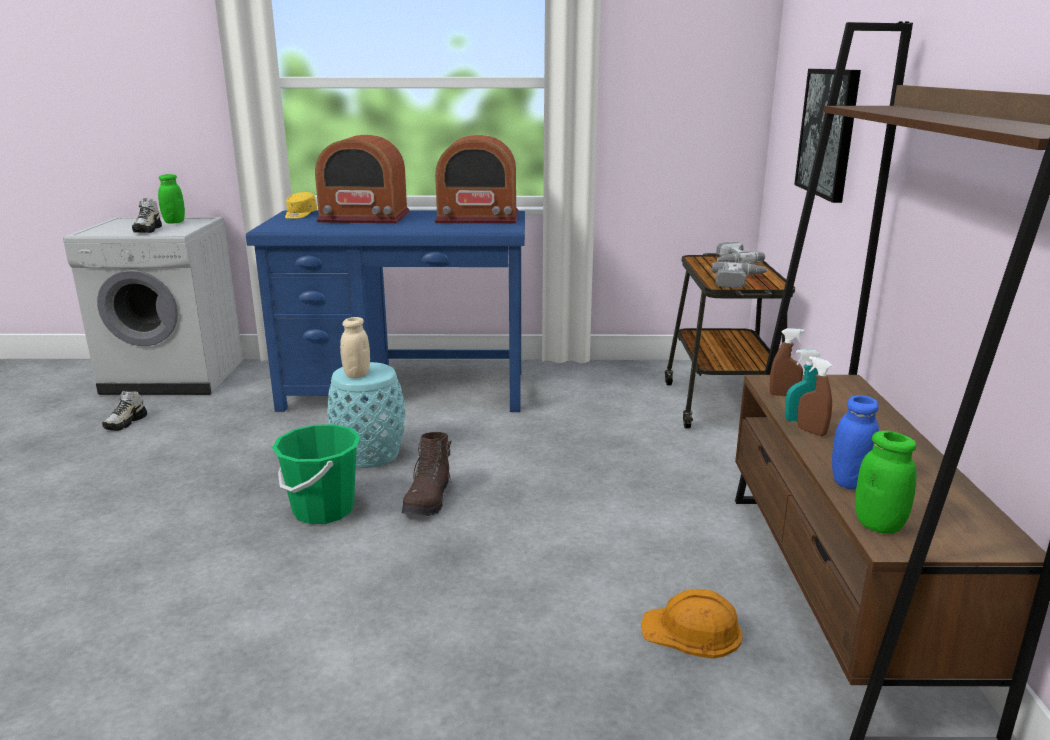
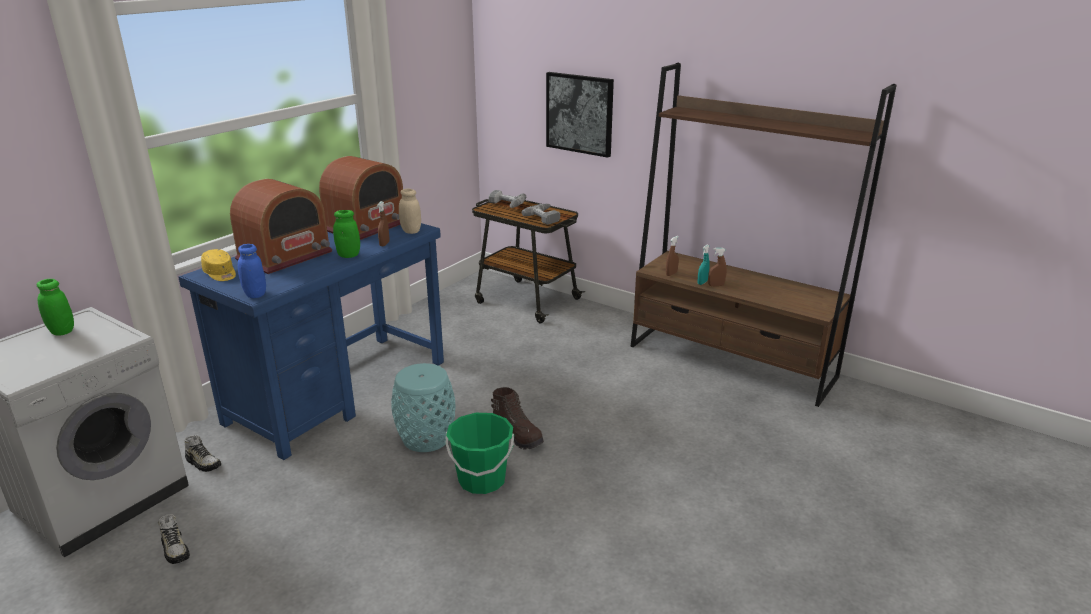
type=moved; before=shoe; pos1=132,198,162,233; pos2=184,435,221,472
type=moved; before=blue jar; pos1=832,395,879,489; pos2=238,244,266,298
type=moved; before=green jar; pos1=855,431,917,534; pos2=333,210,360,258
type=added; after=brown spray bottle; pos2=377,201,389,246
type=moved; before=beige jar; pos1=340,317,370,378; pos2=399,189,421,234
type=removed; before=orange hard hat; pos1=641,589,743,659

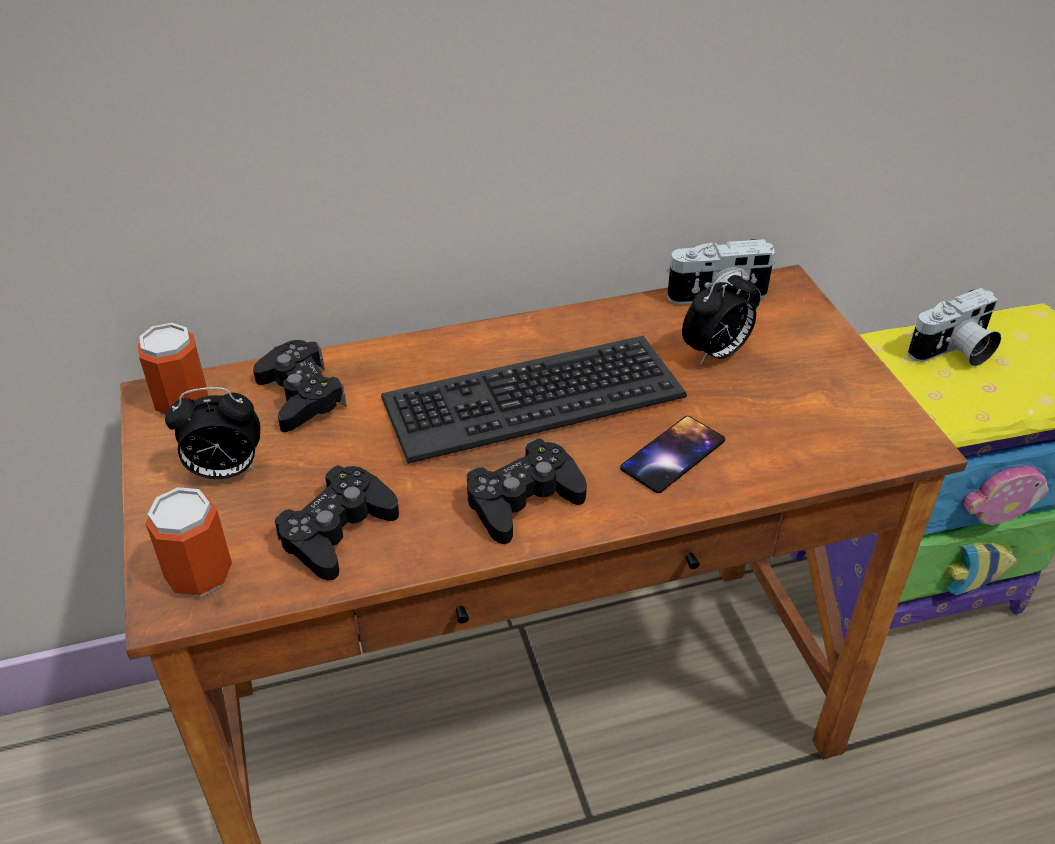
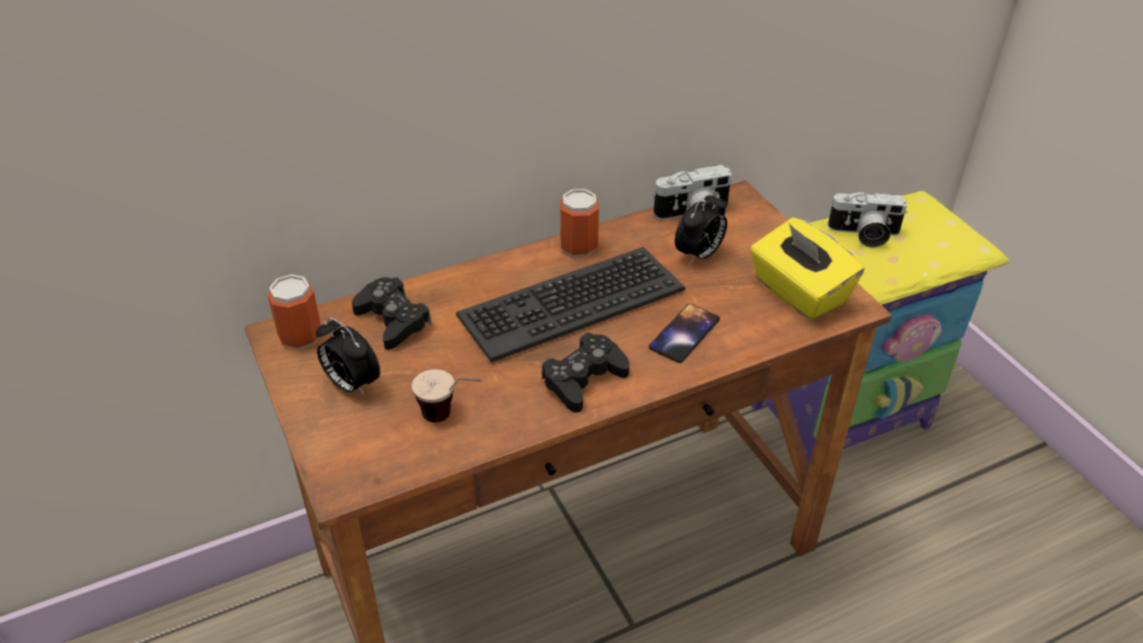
type=turned; before=alarm clock; pos1=165,387,260,479; pos2=316,317,380,397; turn=60
type=replaced; before=black game controller; after=cup; pos1=275,465,399,580; pos2=412,369,482,422
type=moved; before=can; pos1=145,487,232,597; pos2=560,189,599,257
type=added; after=yellow tissue box; pos2=750,217,864,320
type=turned; before=photo camera; pos1=908,288,1001,366; pos2=828,192,908,248; turn=45

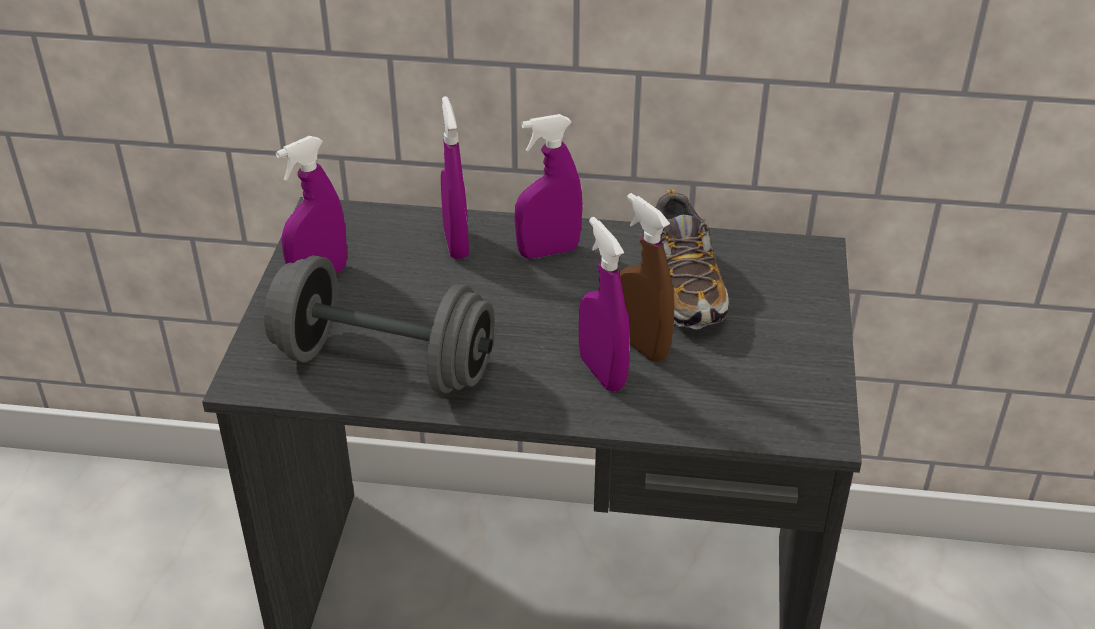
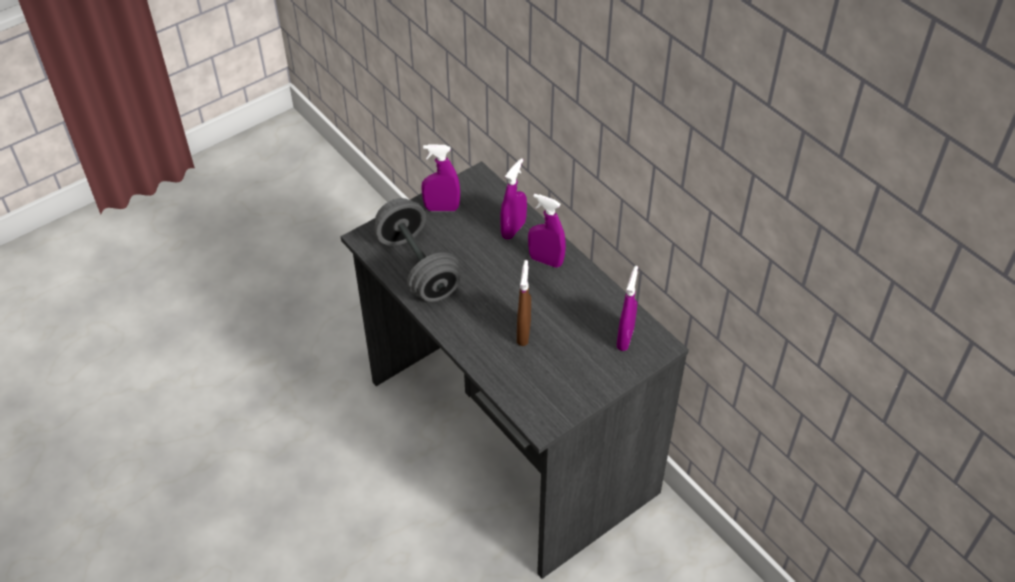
type=moved; before=purple spray bottle; pos1=579,217,630,392; pos2=617,266,638,351
type=removed; before=shoe; pos1=656,189,729,329

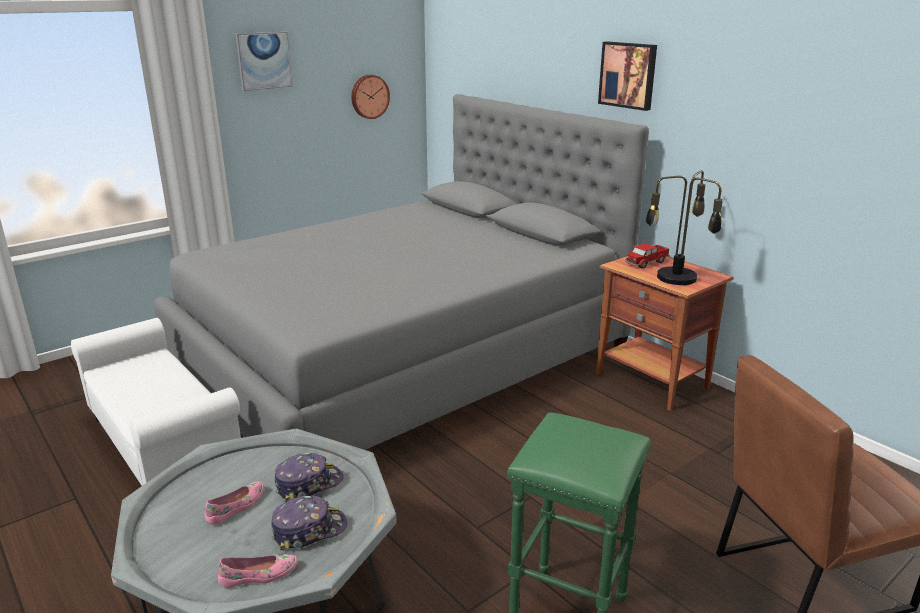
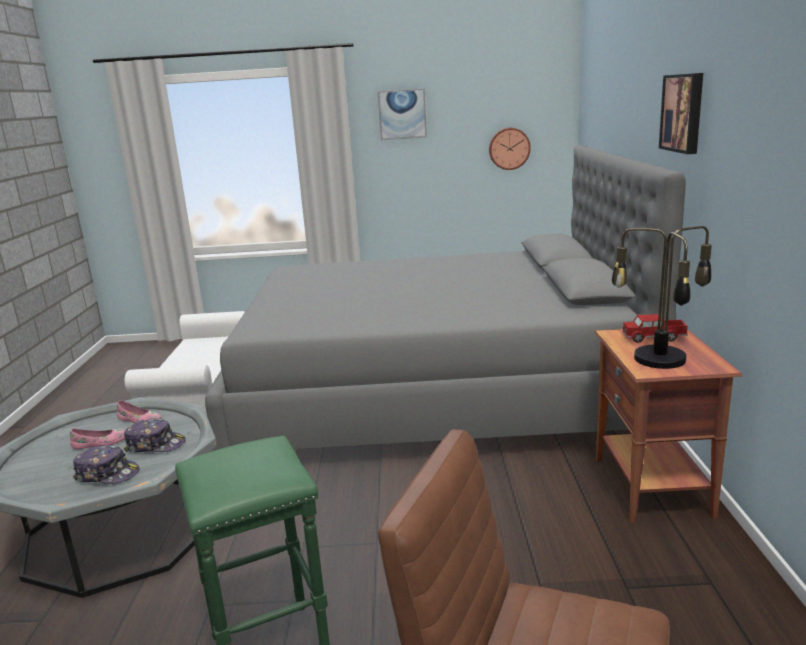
type=moved; before=pink shoe; pos1=218,554,298,588; pos2=117,400,162,423

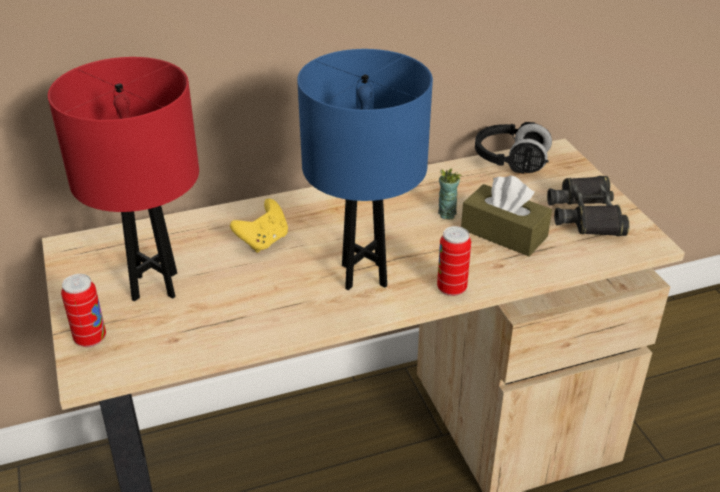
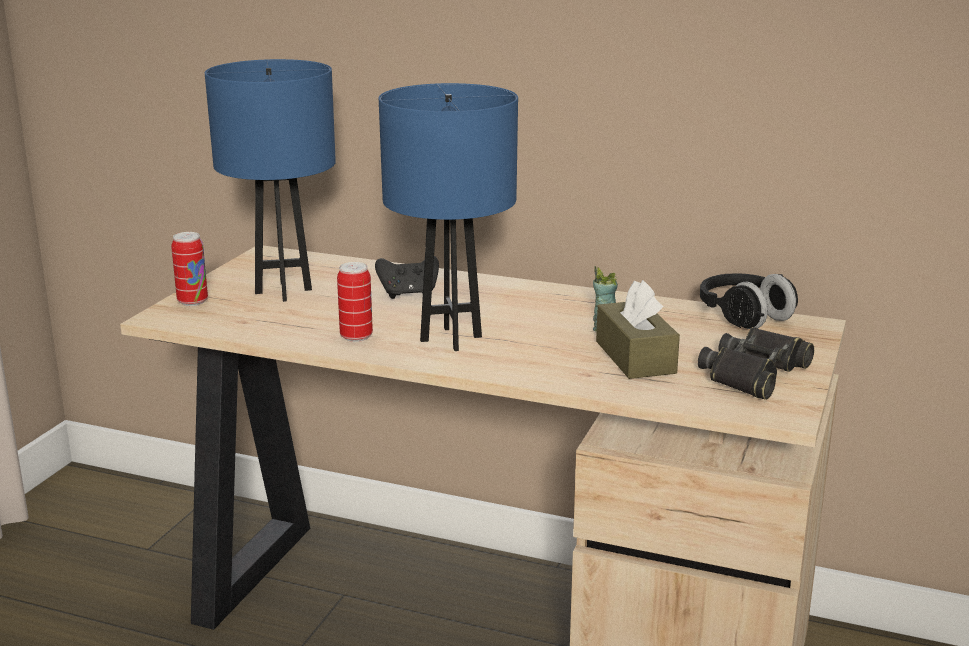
type=recoloured; before=red table lamp; after=blue table lamp; pos1=48,57,199,301; pos2=205,59,336,302
type=moved; before=can; pos1=437,226,471,296; pos2=337,262,373,342
type=recoloured; before=yellow game controller; after=black game controller; pos1=230,199,288,253; pos2=375,256,439,299

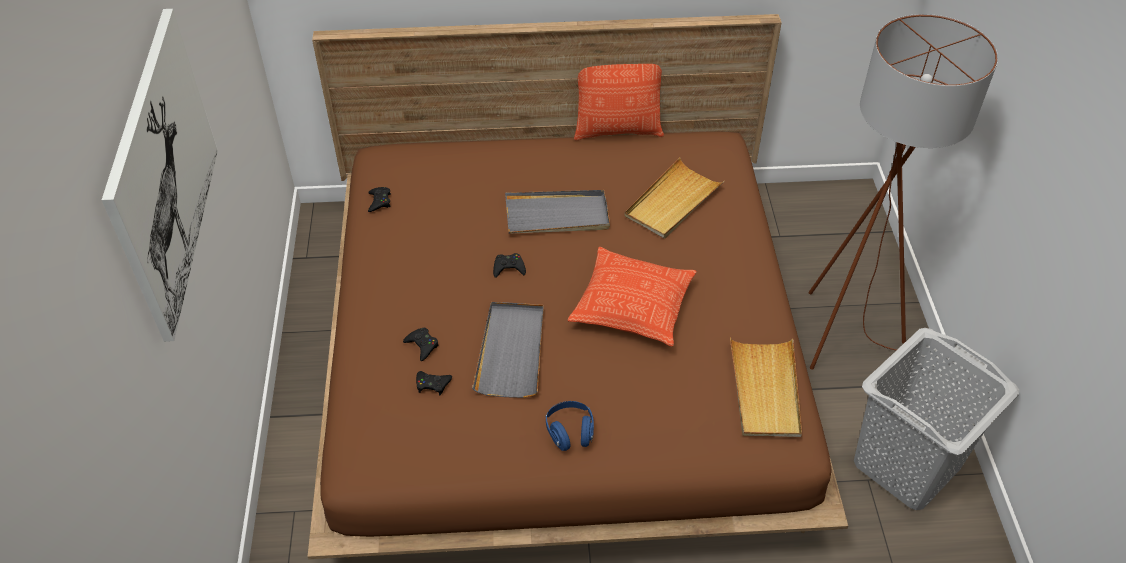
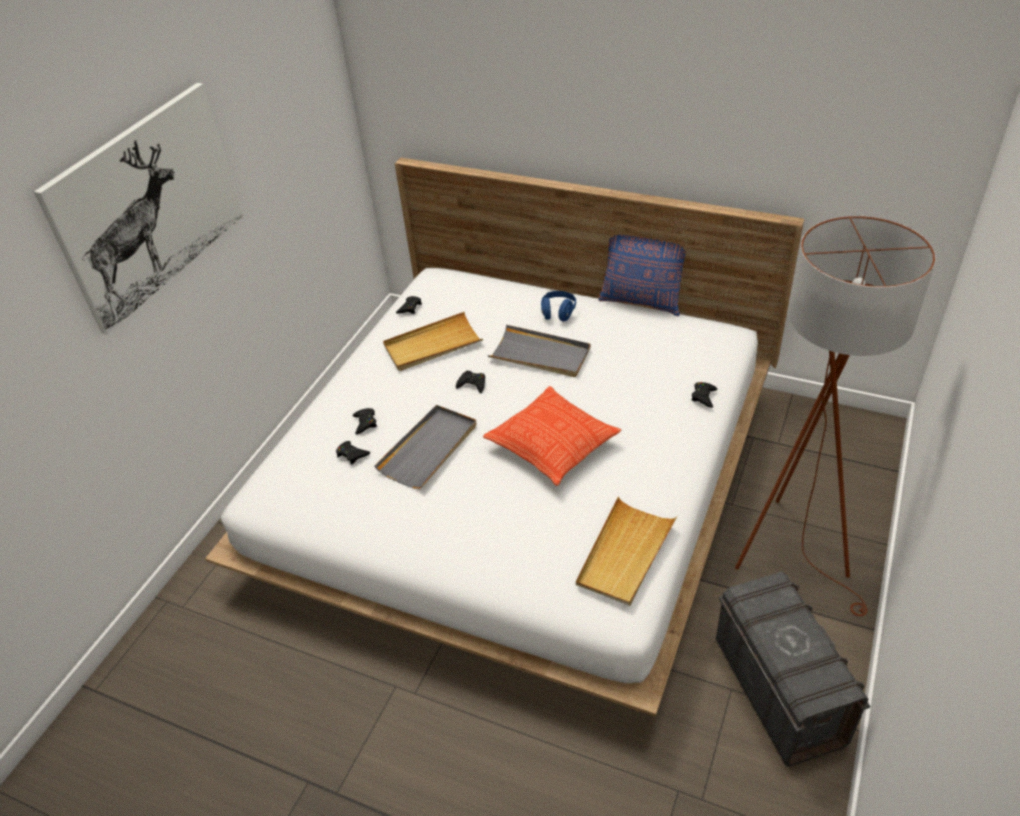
type=recoloured; before=brown bed; after=white bed; pos1=308,14,848,559; pos2=205,158,804,717
type=moved; before=beige tray; pos1=624,157,725,239; pos2=383,312,483,371
type=moved; before=blue headphones; pos1=546,401,594,451; pos2=541,291,576,321
type=recoloured; before=orange pillow; after=blue pillow; pos1=574,64,664,140; pos2=599,235,685,316
type=added; after=black game controller; pos2=691,382,718,408
type=replaced; before=grey laundry basket; after=grey storage box; pos1=854,328,1019,510; pos2=716,572,870,767

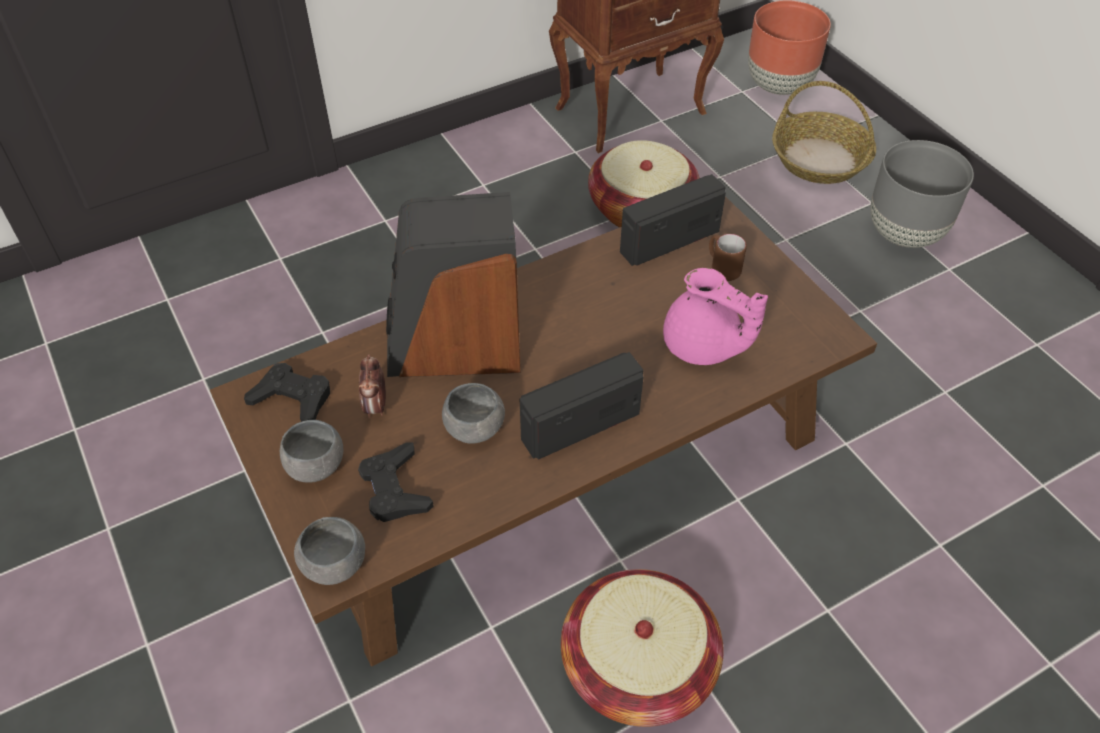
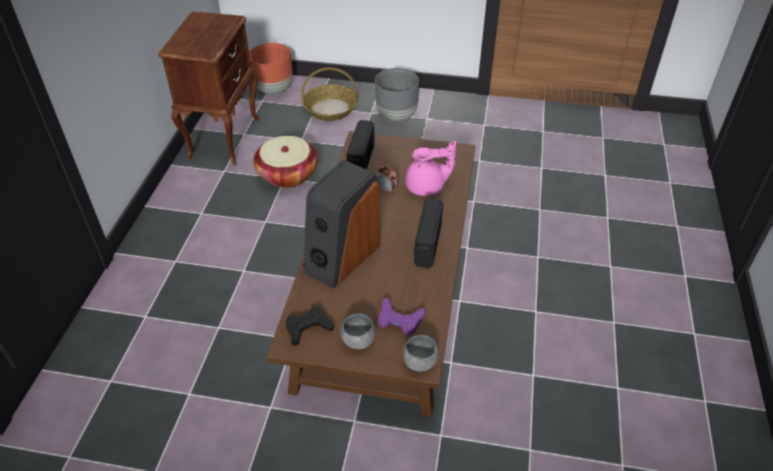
type=moved; before=alarm clock; pos1=359,354,386,418; pos2=376,164,398,194
type=recoloured; before=black game controller; after=purple game controller; pos1=358,442,434,522; pos2=378,297,426,335
type=removed; before=grey bowl; pos1=442,383,505,444
type=removed; before=basket; pos1=561,569,724,727
type=removed; before=brown mug; pos1=709,234,747,281

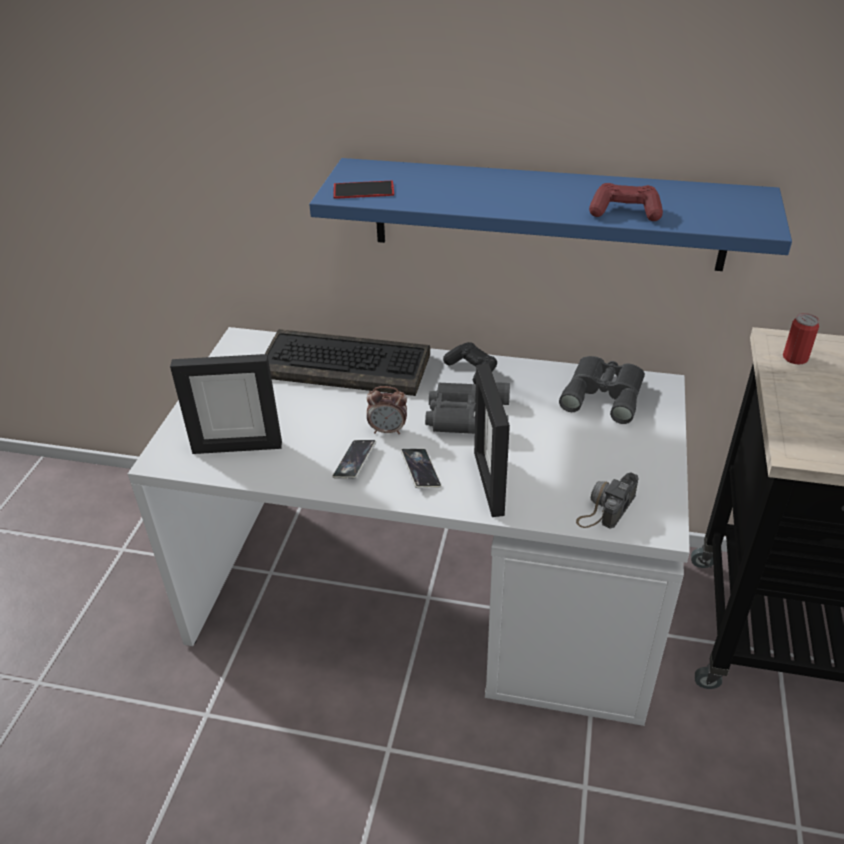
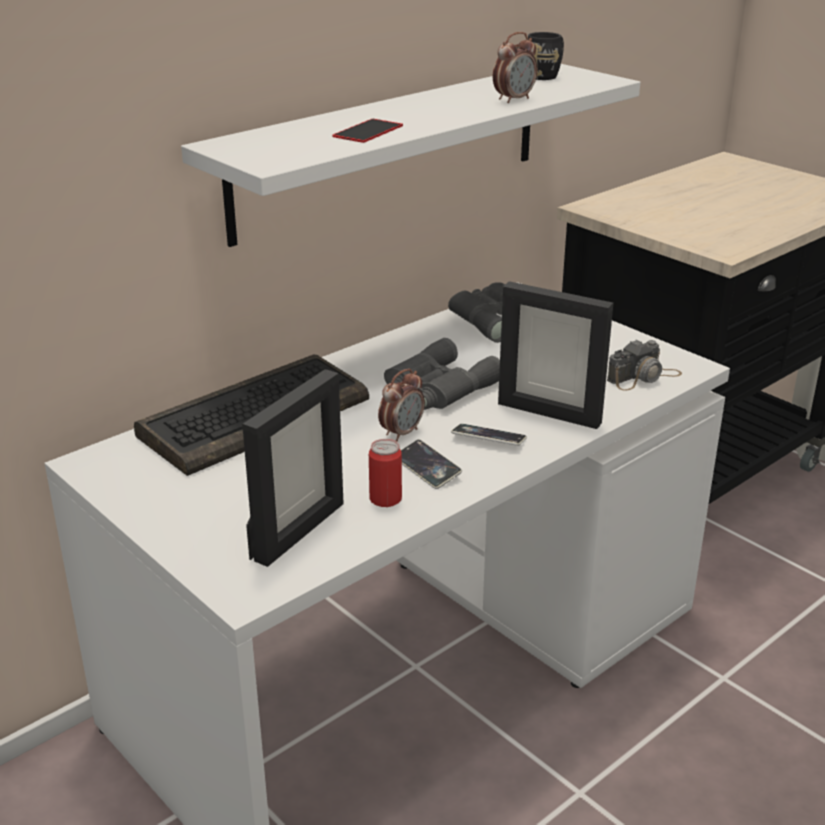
type=recoloured; before=blue shelf; after=white shelf; pos1=309,158,792,271; pos2=181,64,640,247
type=moved; before=phone; pos1=333,181,394,199; pos2=332,119,403,143
type=moved; before=can; pos1=783,313,819,365; pos2=369,439,402,507
type=replaced; before=red game controller; after=alarm clock; pos1=589,183,663,221; pos2=493,32,537,103
type=added; after=black mug; pos2=528,32,564,80
type=turned; before=photo camera; pos1=576,472,638,529; pos2=607,339,682,391; turn=-105
type=removed; before=black game controller; pos1=443,342,497,384

